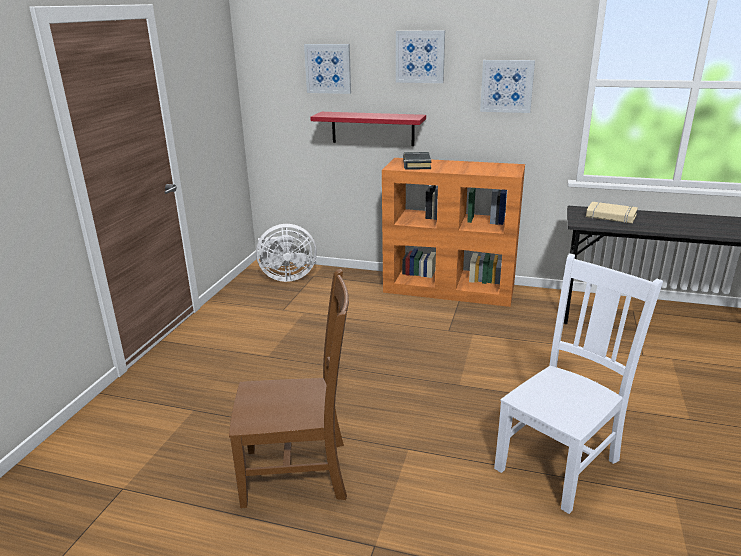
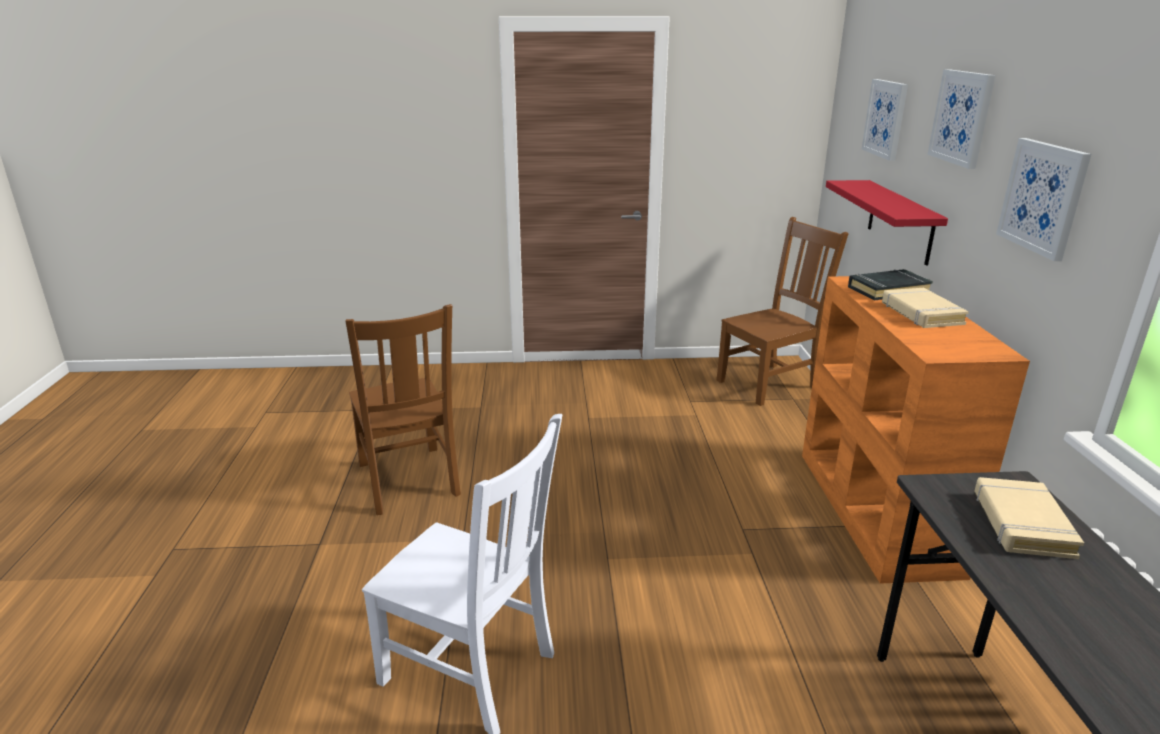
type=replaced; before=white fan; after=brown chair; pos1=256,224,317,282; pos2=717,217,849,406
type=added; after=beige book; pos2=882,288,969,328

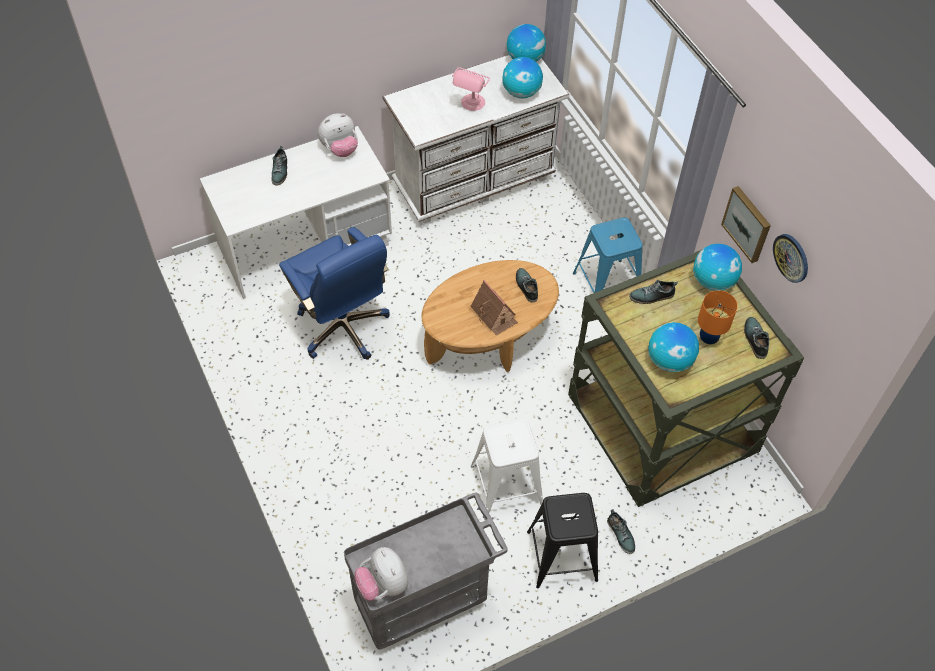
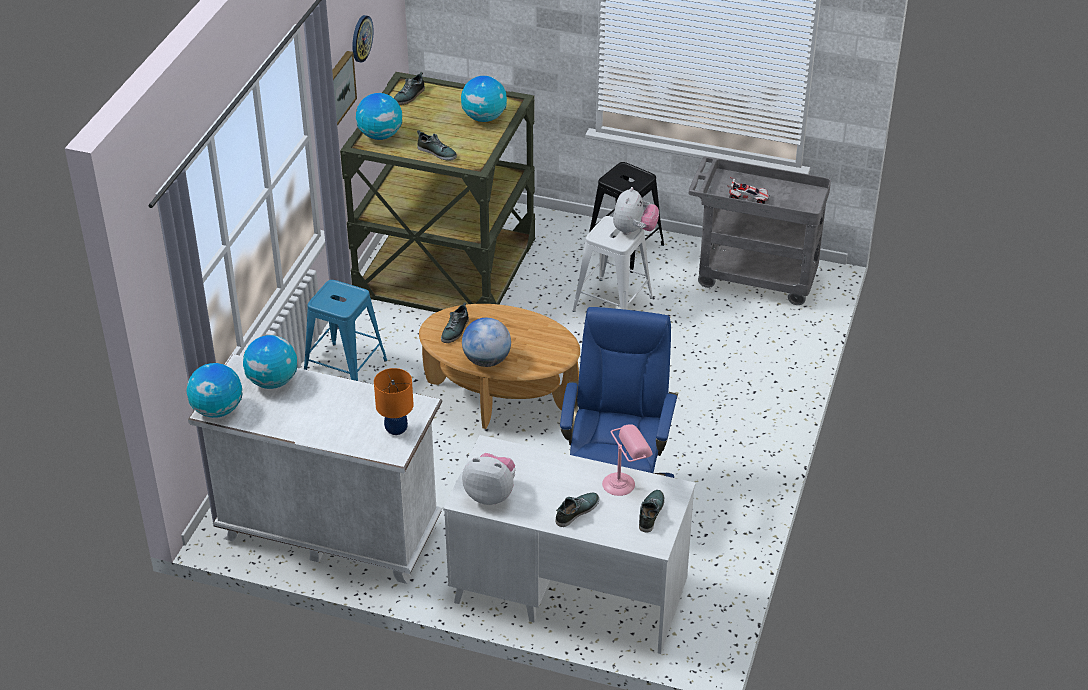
type=moved; before=orange table lamp; pos1=698,290,738,344; pos2=374,368,414,435
type=added; after=globe; pos2=462,318,511,367
type=moved; before=pink table lamp; pos1=452,67,490,111; pos2=602,424,653,496
type=moved; before=plush toy; pos1=354,547,409,601; pos2=613,187,659,235
type=moved; before=shoe; pos1=607,509,635,554; pos2=639,490,665,533
type=added; after=toy car; pos2=727,177,770,204
type=removed; before=toy house; pos1=470,280,518,335

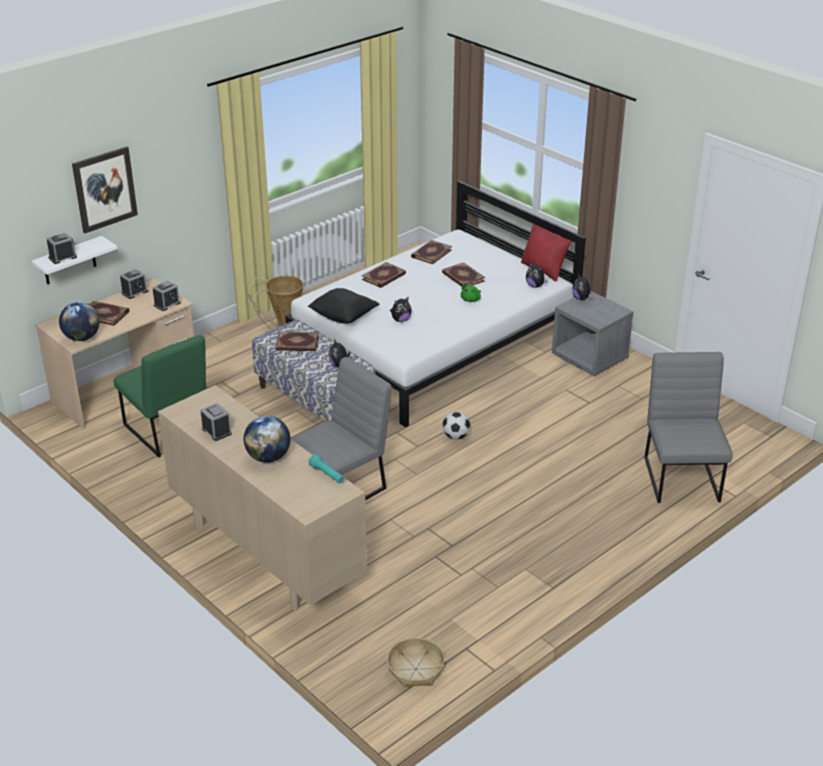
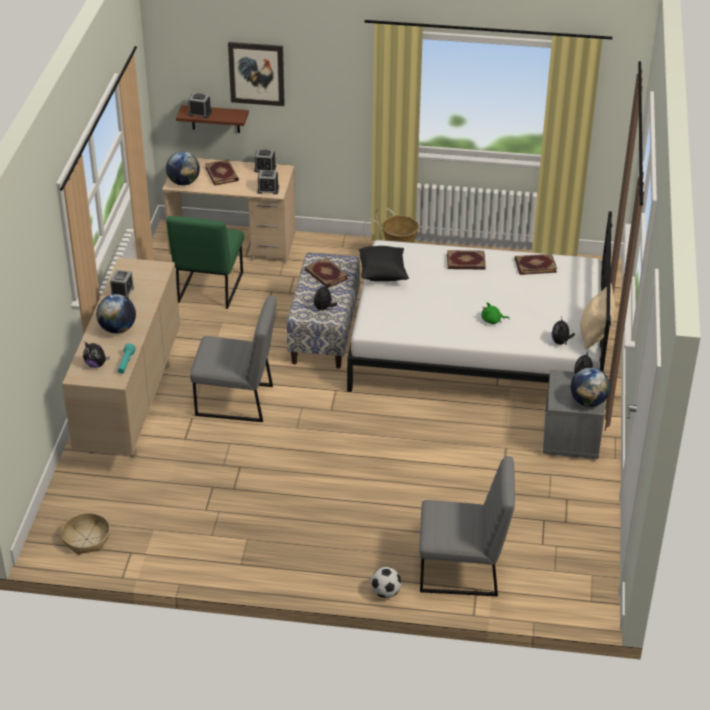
type=moved; before=plush toy; pos1=390,296,412,322; pos2=83,342,110,368
type=recoloured; before=white shelf; after=brown shelf; pos1=32,236,117,284; pos2=176,105,249,133
type=moved; before=football; pos1=442,411,470,440; pos2=371,567,402,598
type=turned; before=grey chair; pos1=644,352,733,503; pos2=420,456,515,596; turn=45
type=added; after=globe; pos2=571,368,610,407
type=recoloured; before=red pillow; after=beige pillow; pos1=521,224,572,282; pos2=580,284,616,349
type=removed; before=book; pos1=442,262,485,287

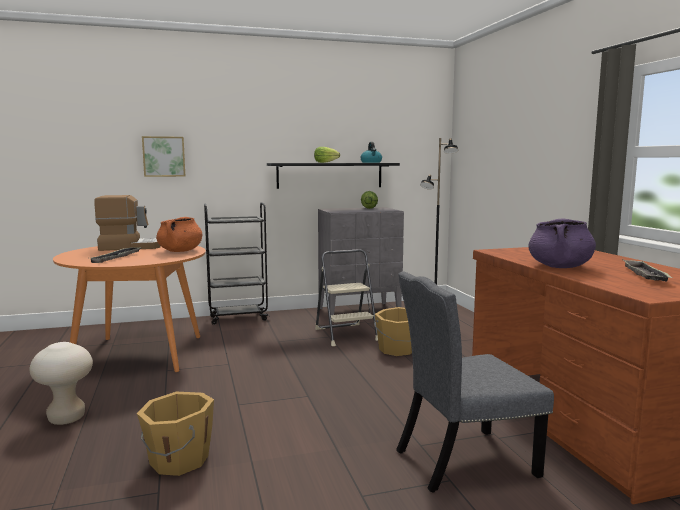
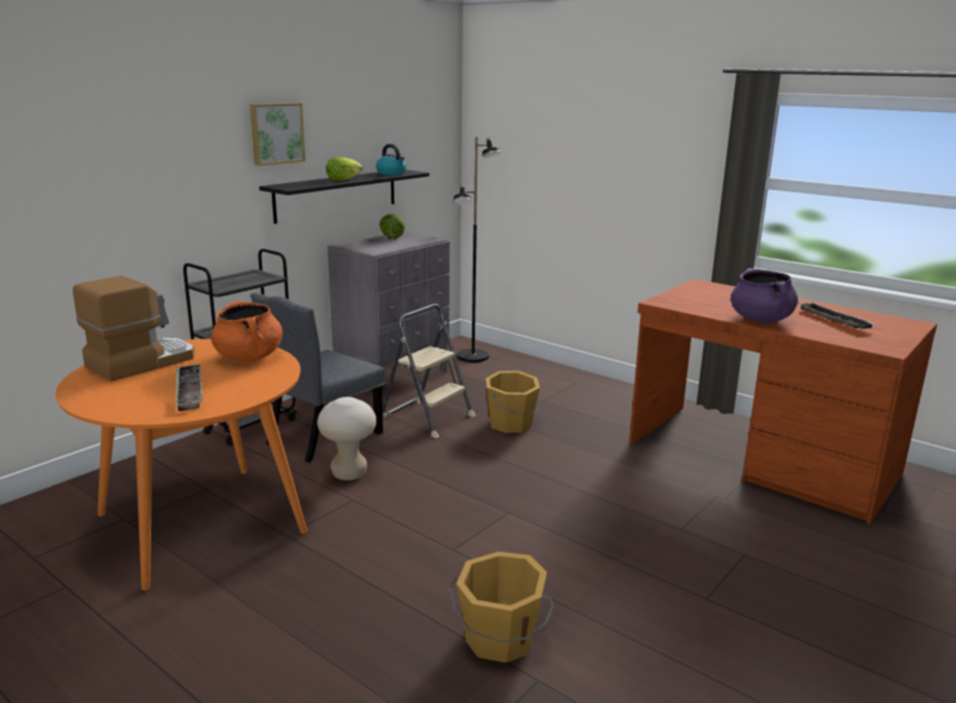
type=moved; before=picture; pos1=142,136,185,177; pos2=250,103,305,166
type=moved; before=grey chair; pos1=396,271,554,493; pos2=250,293,386,463
type=moved; before=beige stool; pos1=29,342,93,425; pos2=317,397,377,480

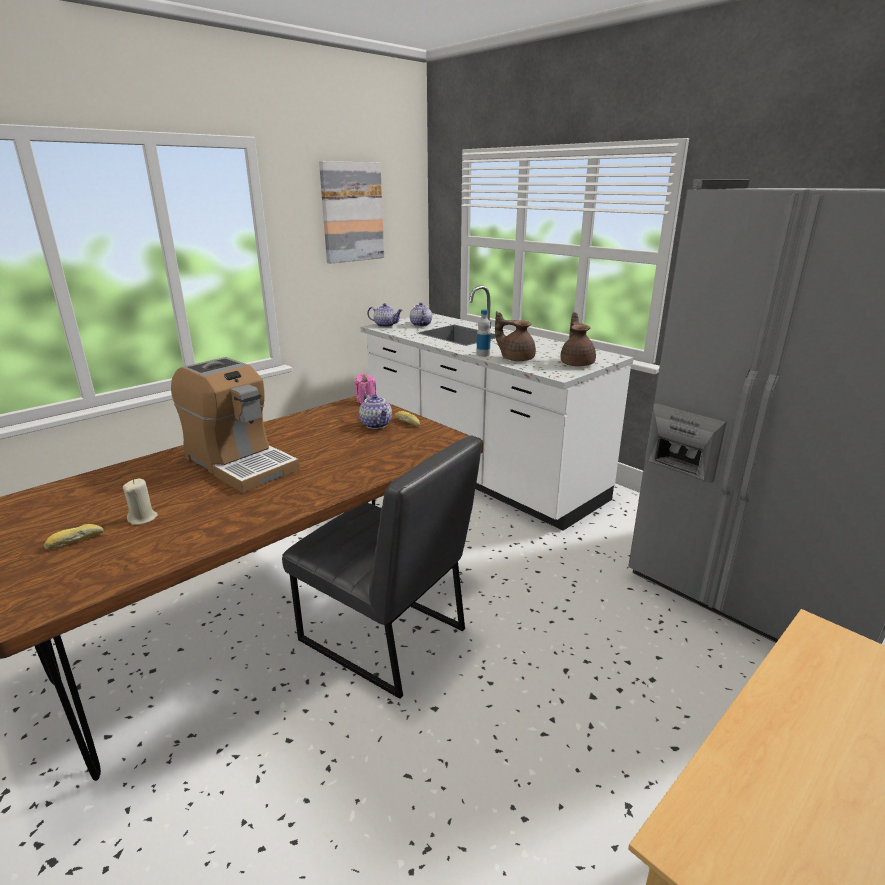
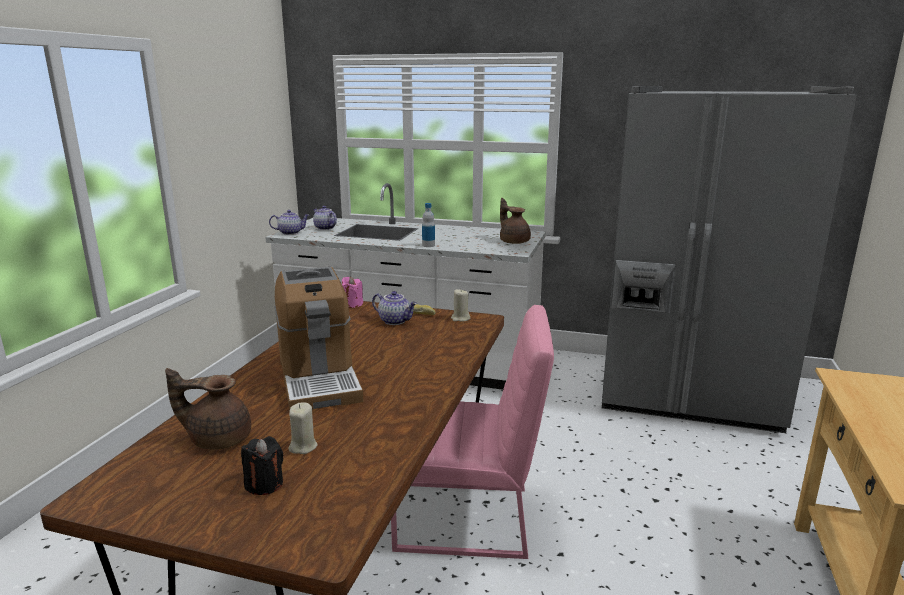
type=moved; before=brown teapot; pos1=495,311,536,361; pos2=165,368,251,450
type=replaced; before=bread; after=black candle; pos1=44,524,104,550; pos2=241,436,283,495
type=turned; before=coffee machine; pos1=171,357,300,493; pos2=274,267,363,410; turn=60
type=recoloured; before=grey chair; after=pink chair; pos1=282,435,482,699; pos2=391,305,554,559
type=added; after=beige candle; pos2=451,289,470,322
type=removed; before=picture; pos1=319,161,384,264

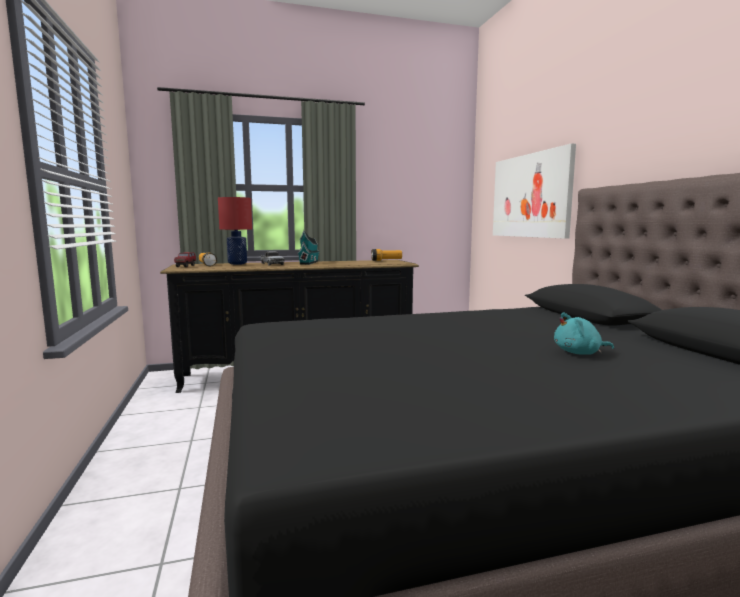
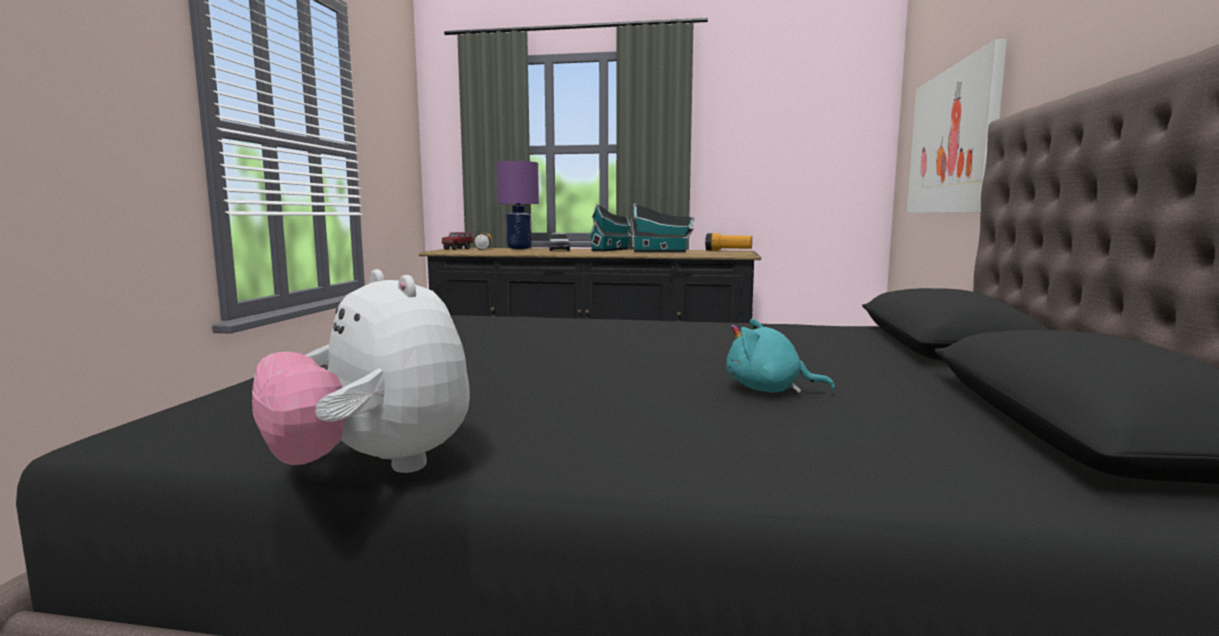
type=added; after=plush toy; pos2=252,269,470,473
type=recoloured; before=red table lamp; after=purple table lamp; pos1=218,197,252,265; pos2=496,161,539,250
type=added; after=toy house; pos2=630,203,694,253

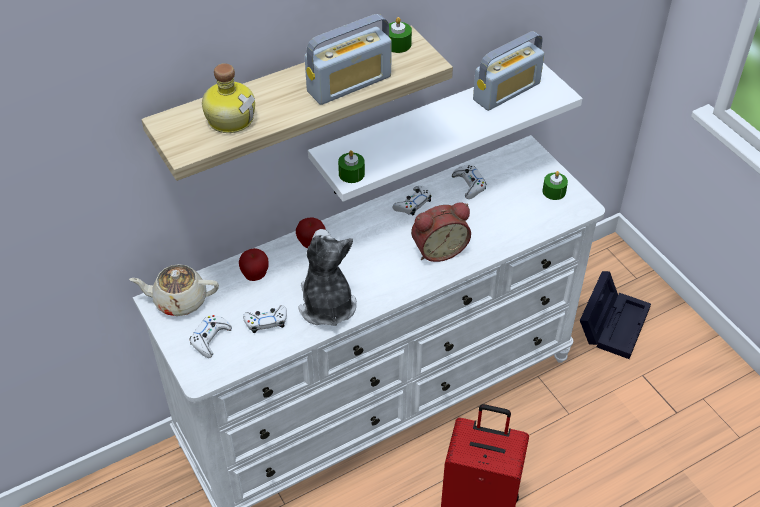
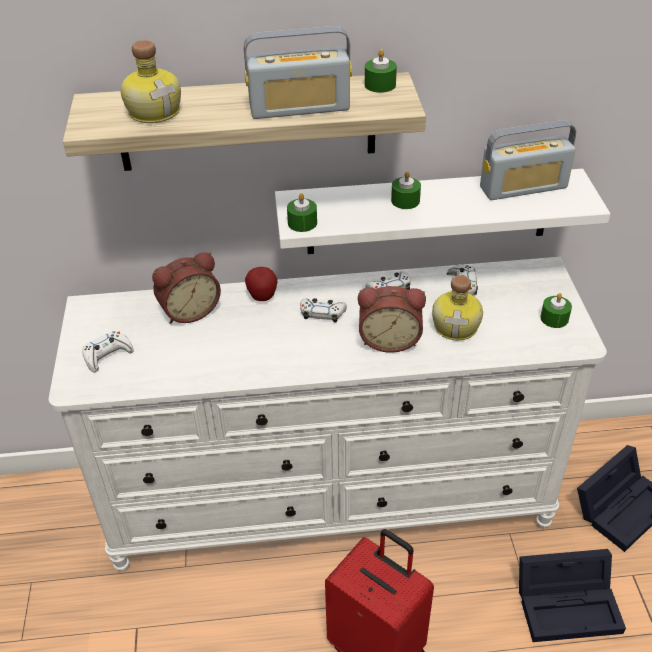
type=replaced; before=apple; after=alarm clock; pos1=239,248,269,281; pos2=152,252,221,324
type=moved; before=white game controller; pos1=243,305,287,333; pos2=300,298,347,322
type=added; after=green candle; pos2=391,171,421,209
type=added; after=bottle; pos2=432,275,483,340
type=added; after=black storage box; pos2=519,549,626,642
type=removed; before=beige teapot; pos1=129,264,219,316
type=removed; before=plush toy; pos1=298,229,357,326

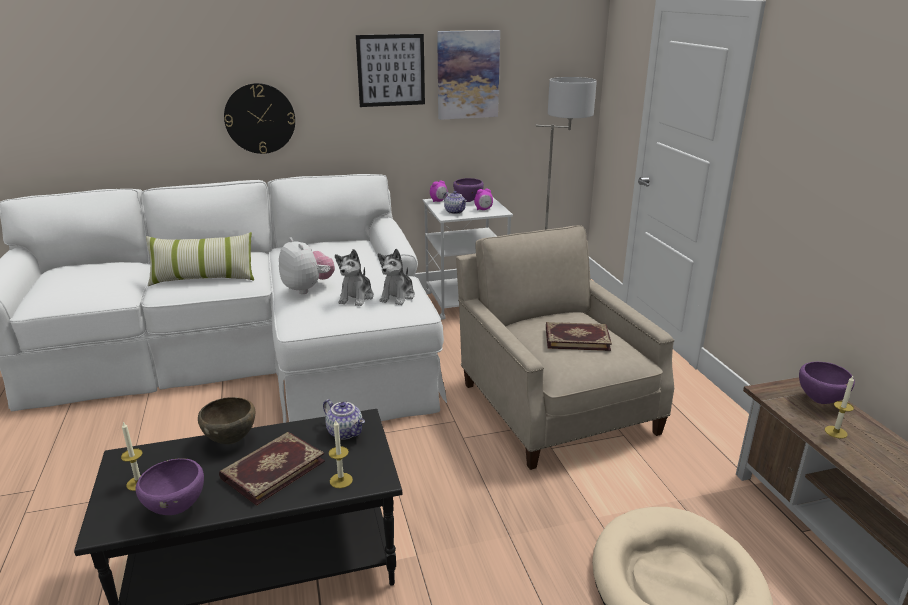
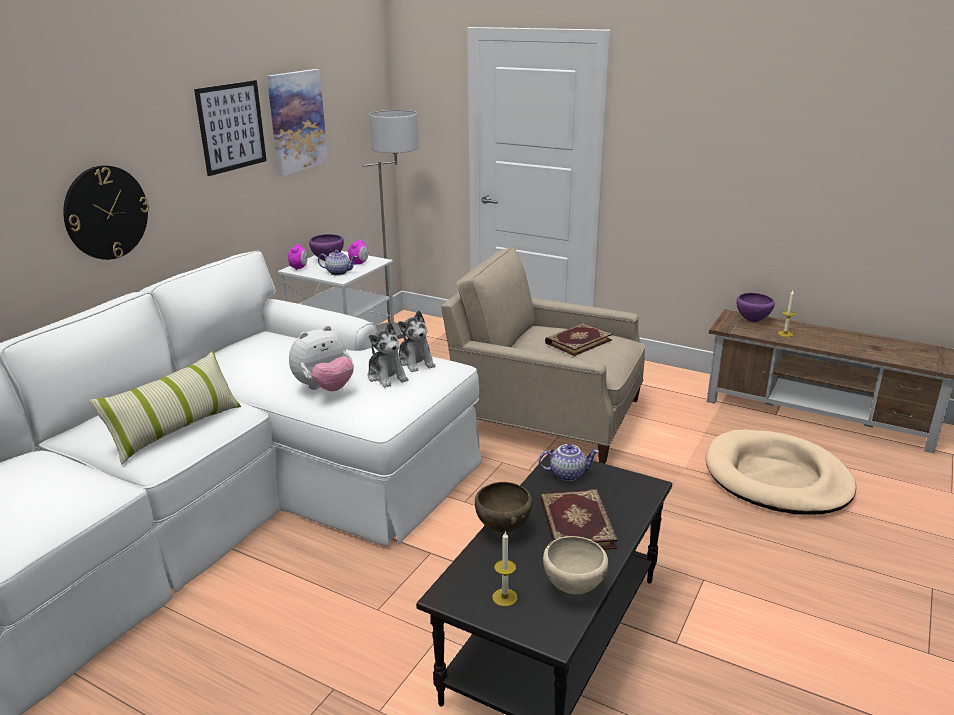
type=turned; before=plush toy; pos1=279,237,335,294; pos2=289,325,354,391; turn=135
type=recoloured; before=purple bowl; after=beige bowl; pos1=136,458,204,515; pos2=543,536,608,594
type=removed; before=candle; pos1=329,420,353,488

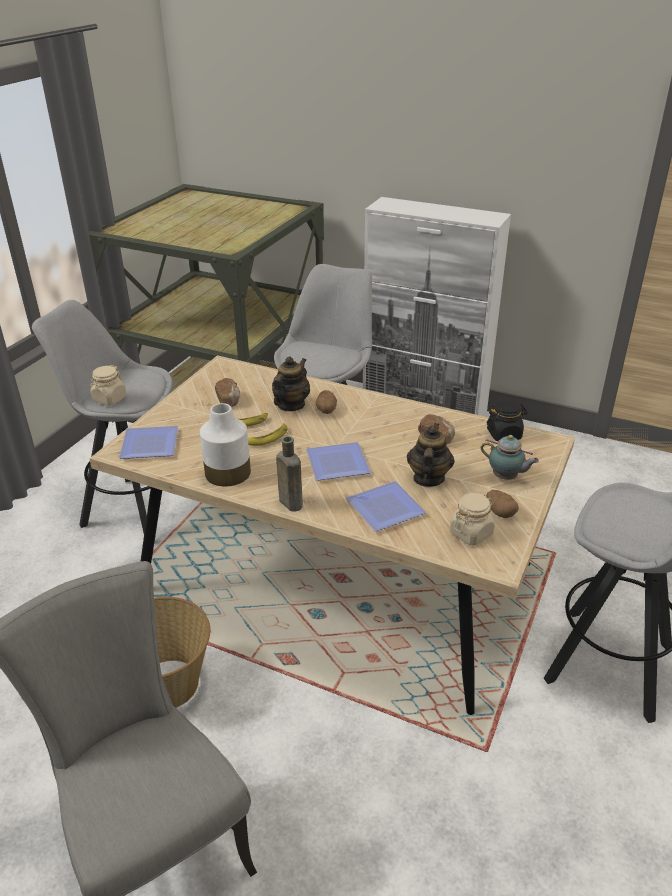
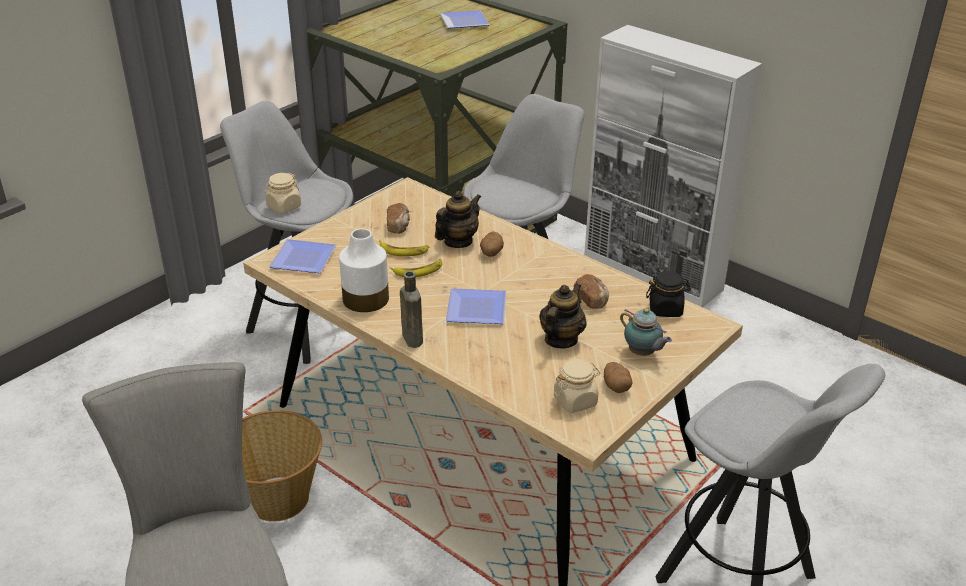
type=moved; before=plate; pos1=346,481,426,532; pos2=440,10,489,29

